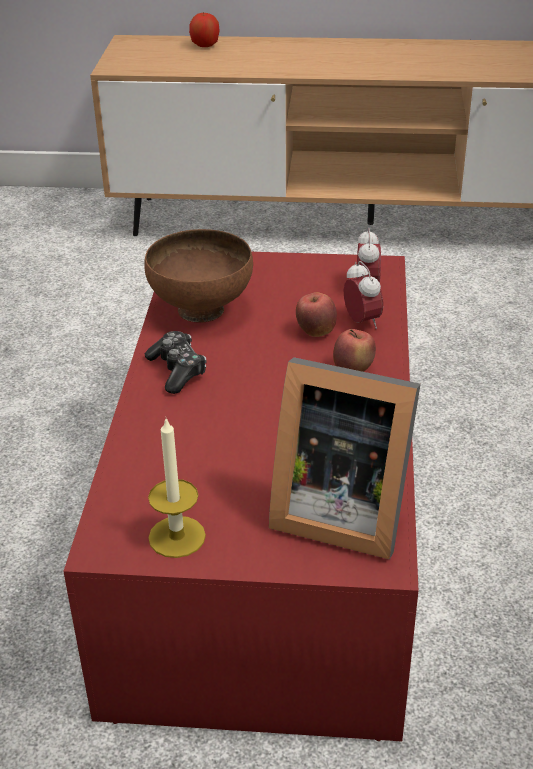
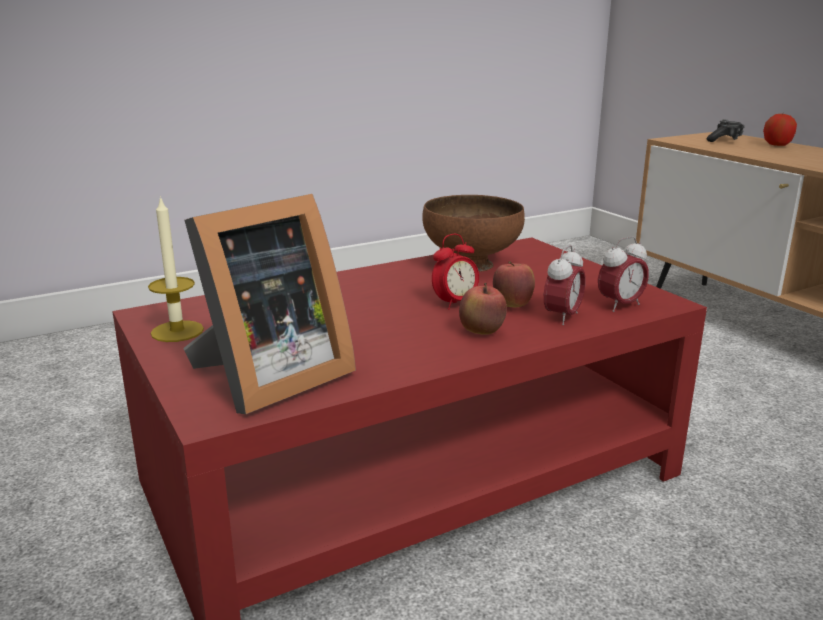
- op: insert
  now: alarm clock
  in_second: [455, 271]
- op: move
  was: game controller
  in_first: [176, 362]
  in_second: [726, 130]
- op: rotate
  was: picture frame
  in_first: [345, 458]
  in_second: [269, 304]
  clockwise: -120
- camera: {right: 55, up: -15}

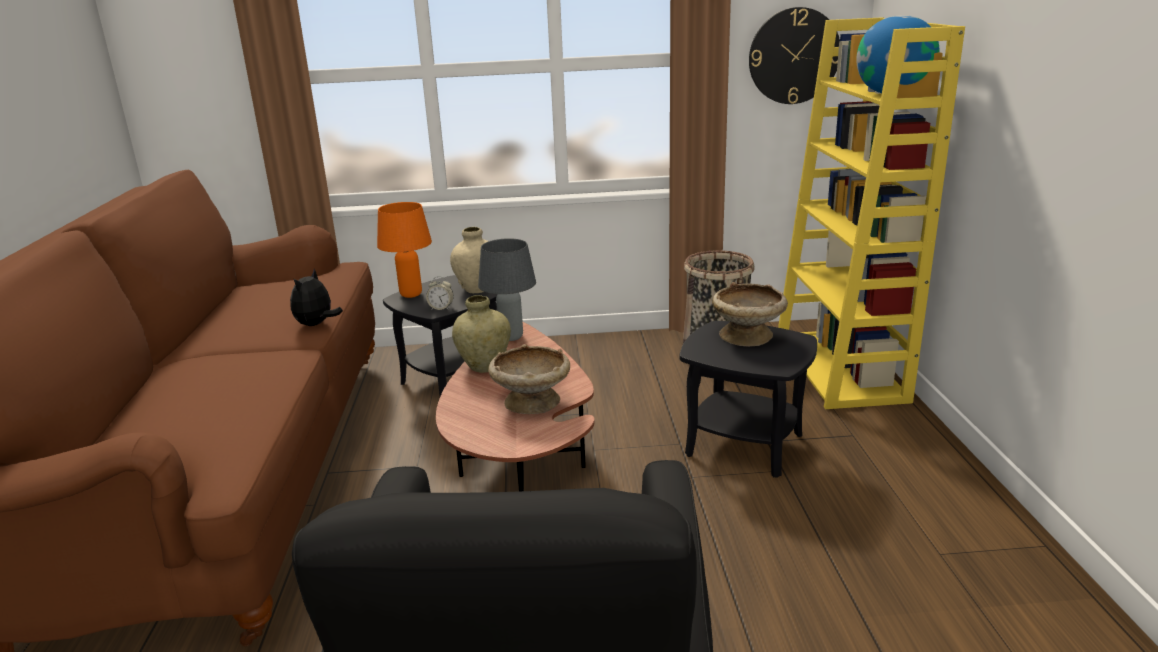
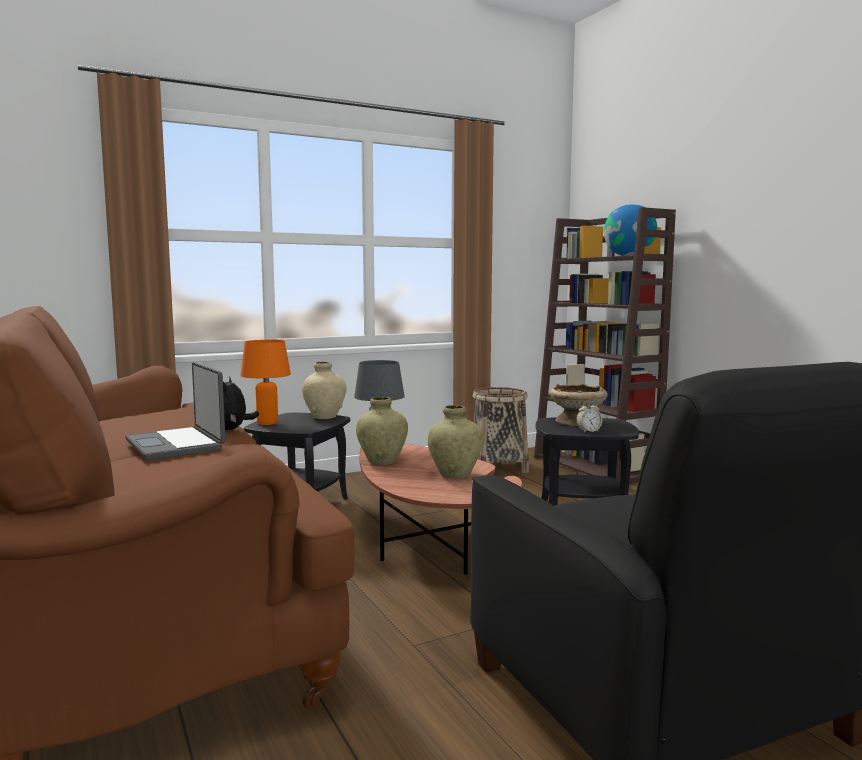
- op: delete
  was: wall clock
  in_first: [794, 55]
- op: insert
  now: laptop
  in_second: [175, 411]
- op: move
  was: alarm clock
  in_first: [440, 293]
  in_second: [589, 416]
- op: replace
  was: beige bowl
  now: beige vase
  in_first: [529, 379]
  in_second: [455, 442]
- op: recolor
  was: yellow bookcase
  now: brown bookcase
  in_first: [871, 213]
  in_second: [605, 345]
- camera: {right: -25, up: -15}

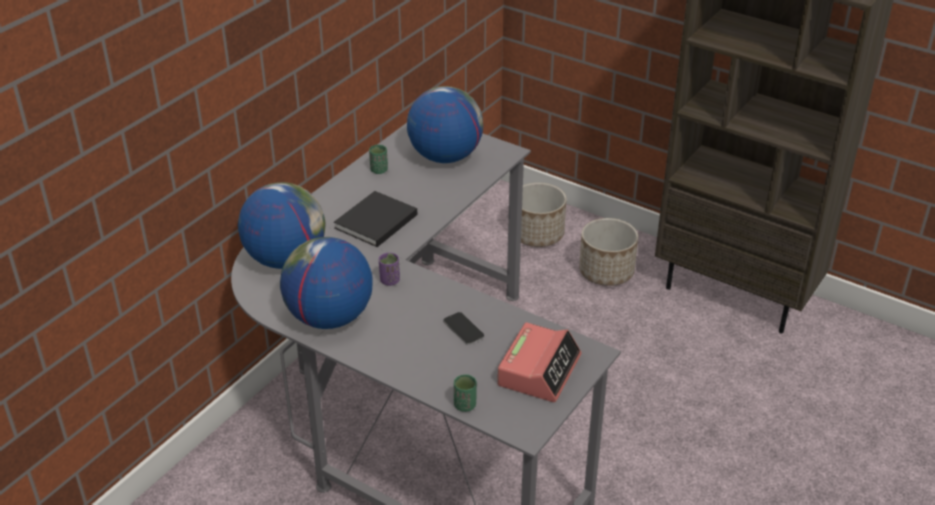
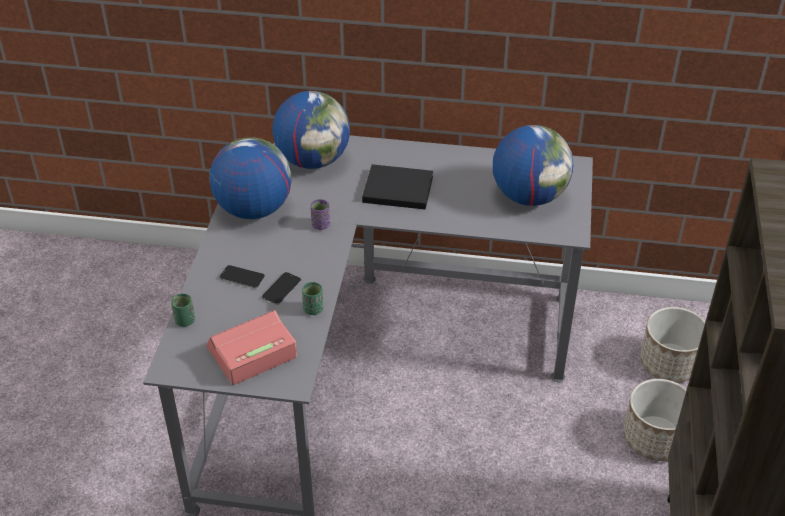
- op: insert
  now: phone
  in_second: [242, 276]
- op: move
  was: green cup
  in_first: [378, 159]
  in_second: [312, 298]
- op: rotate
  was: alarm clock
  in_first: [539, 362]
  in_second: [252, 347]
  clockwise: 150
- camera: {right: 65, up: 5}

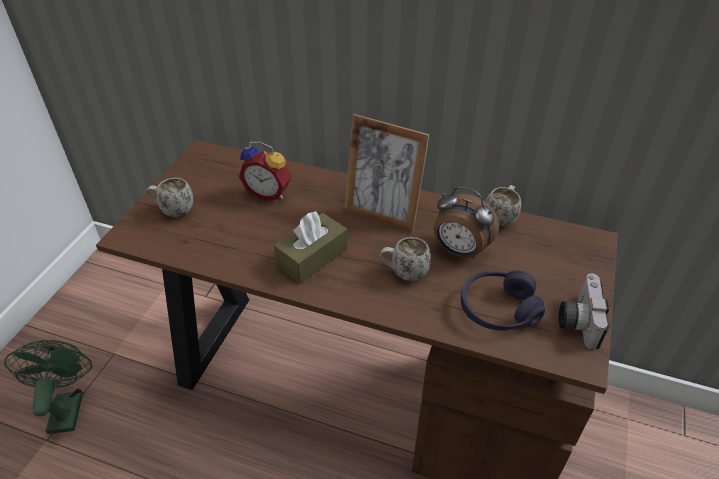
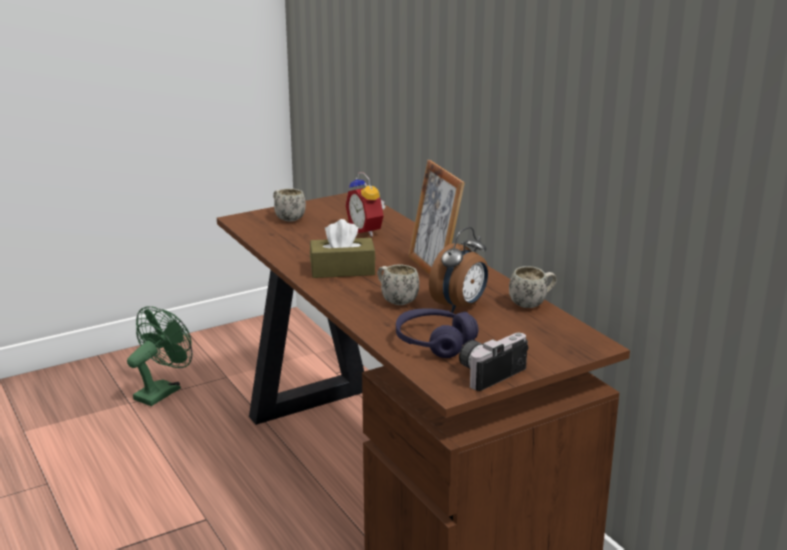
- op: rotate
  was: alarm clock
  in_first: [466, 223]
  in_second: [458, 270]
  clockwise: -120
- camera: {right: 40, up: -20}

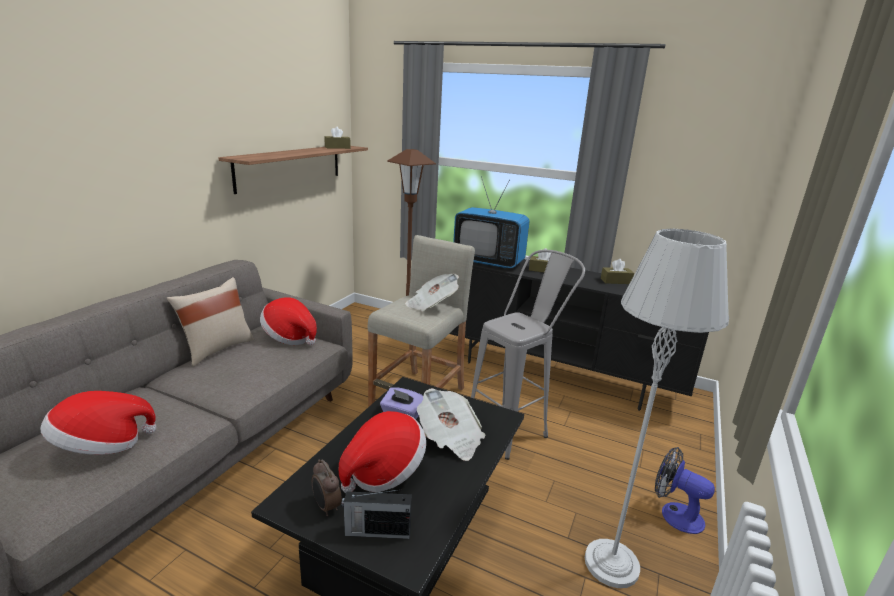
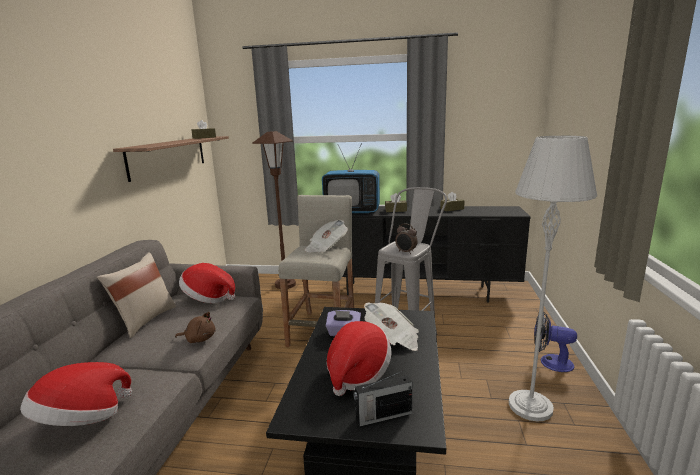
- op: insert
  now: brown plush toy
  in_second: [195, 327]
- op: move
  was: alarm clock
  in_first: [327, 488]
  in_second: [406, 238]
- camera: {right: -15, up: -5}

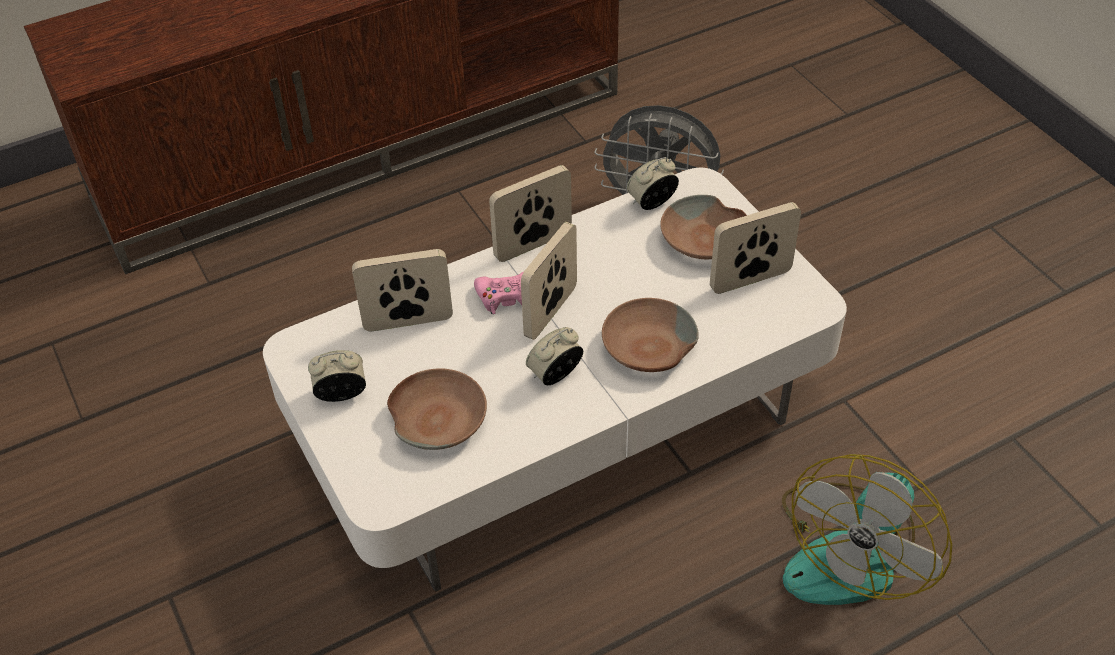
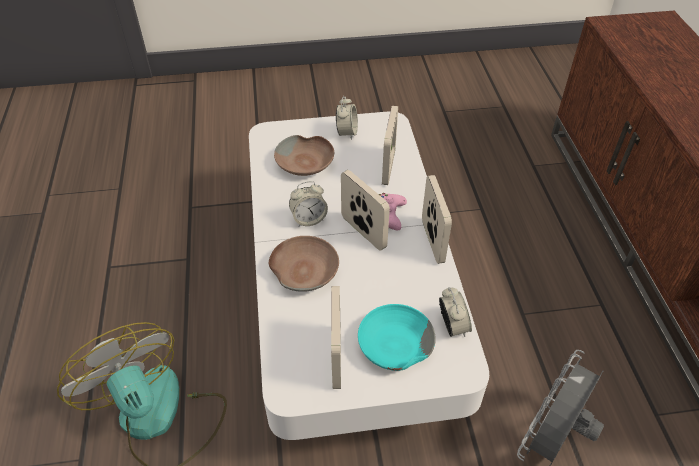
- op: recolor
  was: brown bowl
  now: turquoise bowl
  in_first: [703, 227]
  in_second: [397, 337]
- op: rotate
  was: alarm clock
  in_first: [554, 356]
  in_second: [308, 204]
  clockwise: 90
- camera: {right: 110, up: 0}

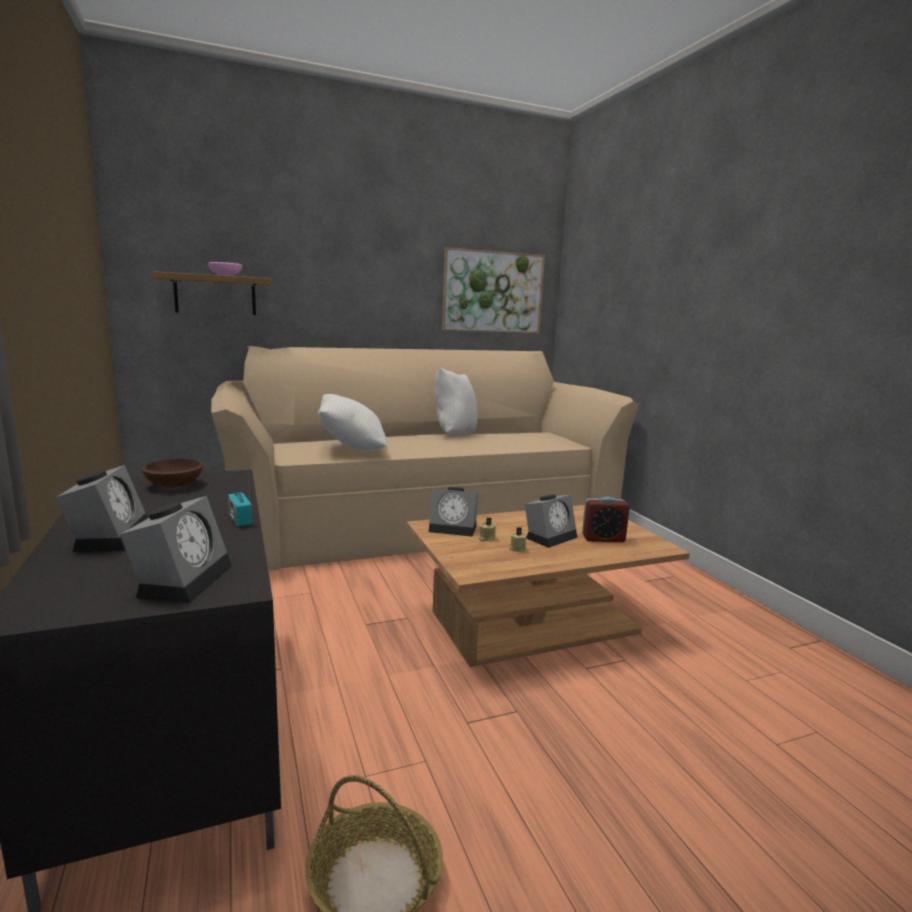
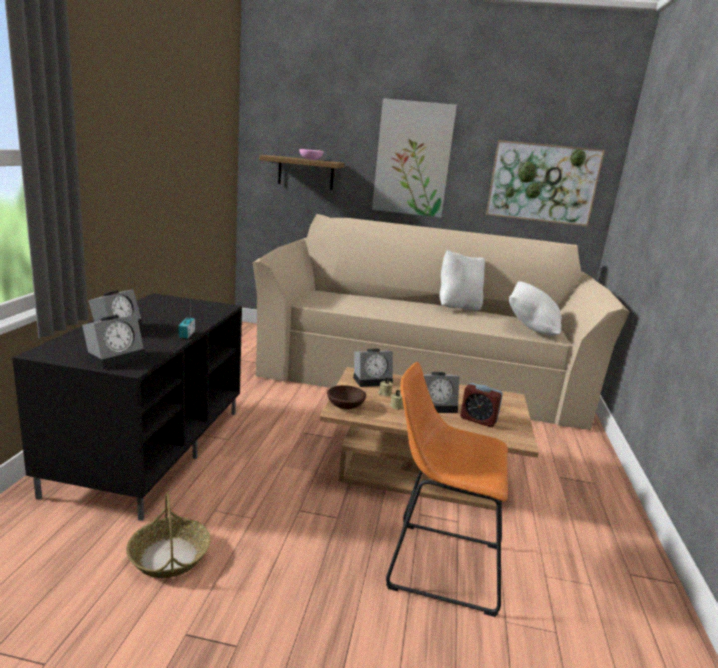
- op: insert
  now: picture
  in_second: [414, 157]
- op: insert
  now: orange stool
  in_second: [447, 489]
- op: move
  was: brown bowl
  in_first: [172, 473]
  in_second: [346, 397]
- op: move
  was: white pillow
  in_first: [352, 422]
  in_second: [535, 308]
- op: rotate
  was: alarm clock
  in_first: [454, 512]
  in_second: [373, 368]
  clockwise: -60
- camera: {right: 30, up: 5}

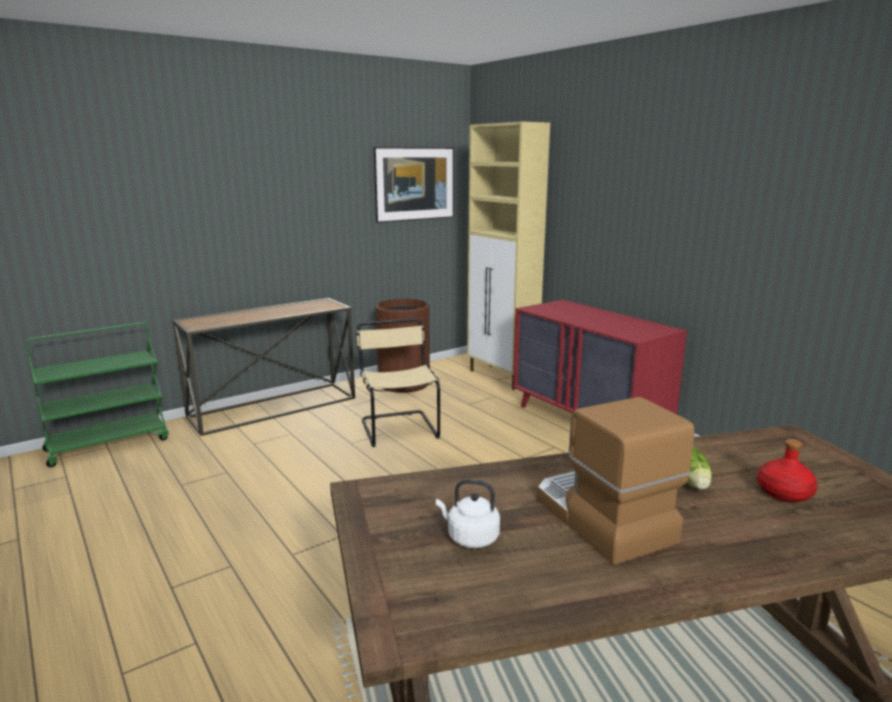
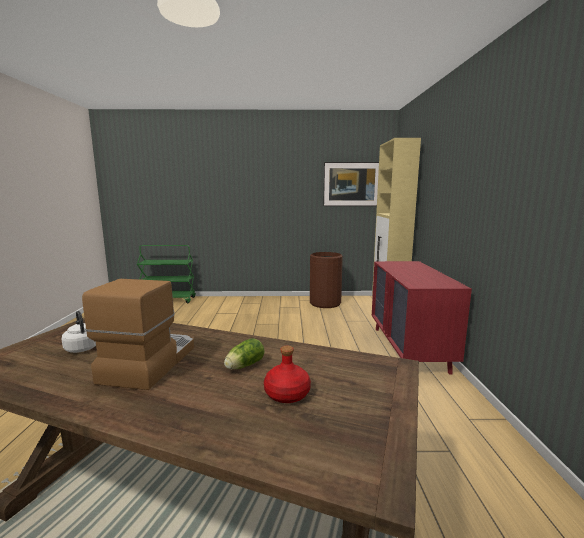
- op: delete
  was: console table
  in_first: [263, 367]
- op: delete
  was: beige chair
  in_first: [398, 382]
- camera: {right: 35, up: -5}

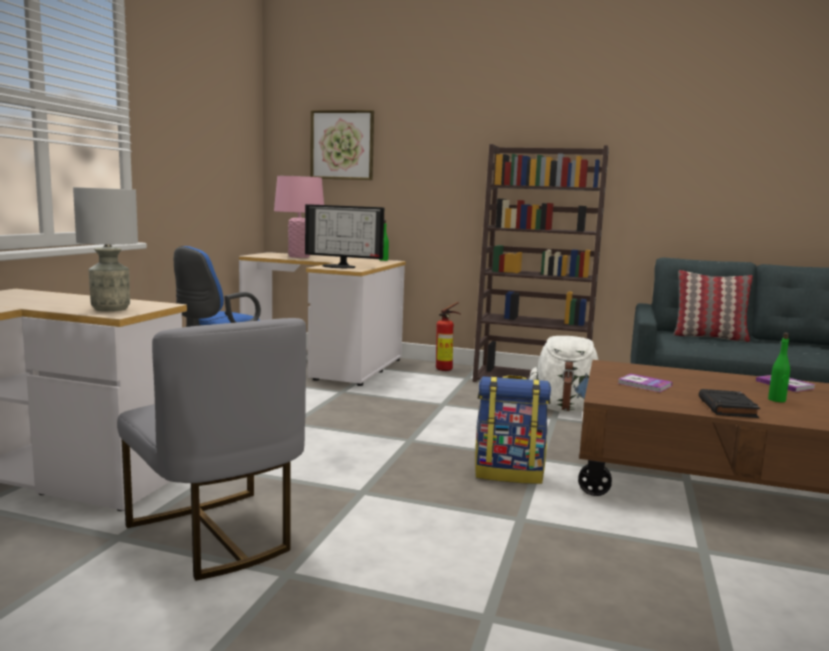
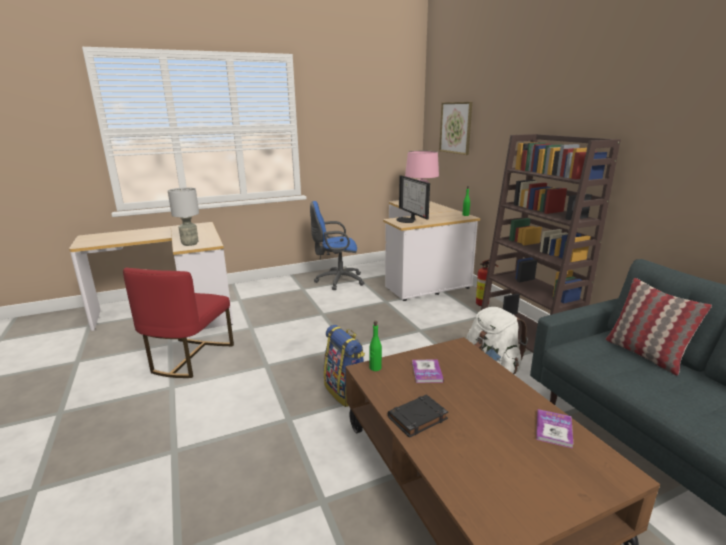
- op: move
  was: green bottle
  in_first: [779, 367]
  in_second: [375, 346]
- op: recolor
  was: grey chair
  now: red chair
  in_first: [211, 449]
  in_second: [178, 323]
- camera: {right: 50, up: 10}

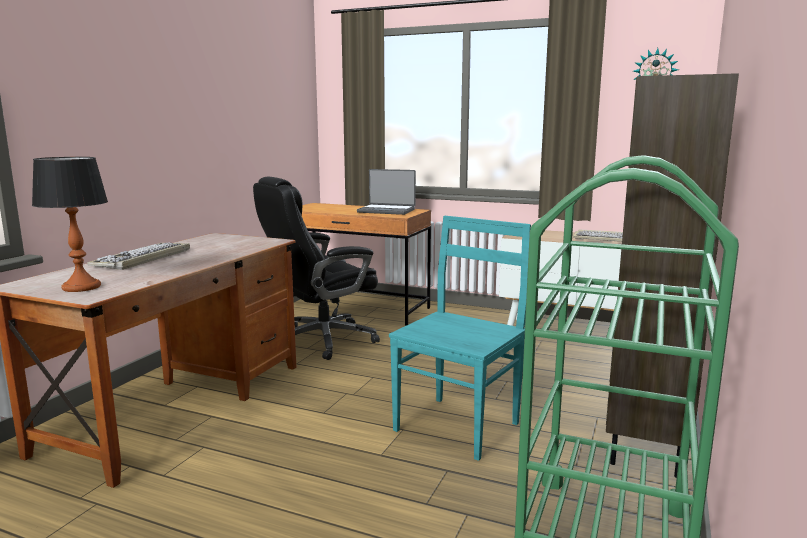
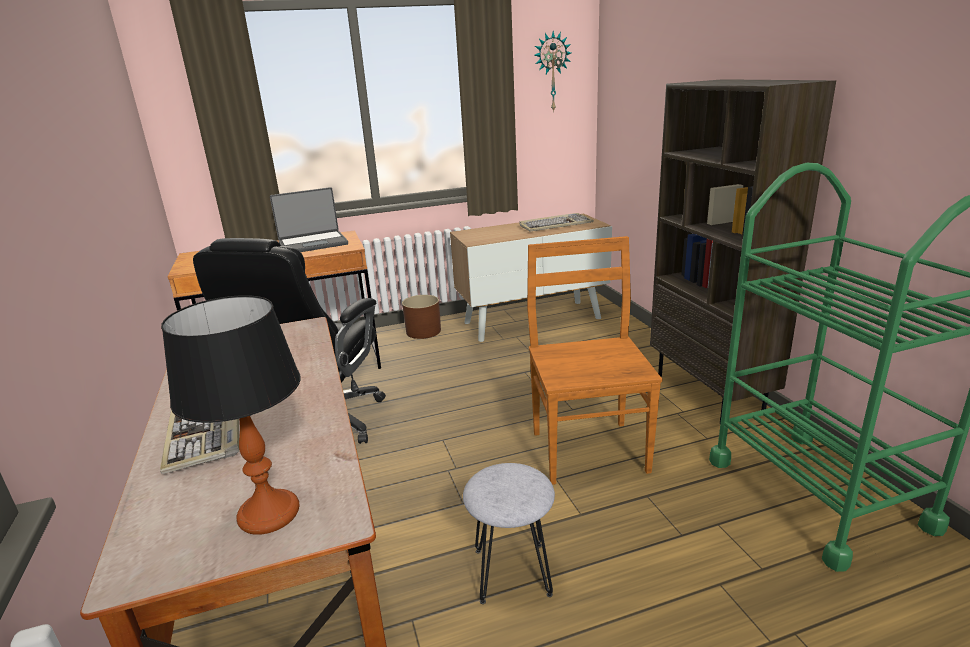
- op: insert
  now: brown planter
  in_second: [421, 317]
- op: insert
  now: grey stool
  in_second: [509, 533]
- op: recolor
  was: turquoise chair
  now: brown chair
  in_first: [460, 338]
  in_second: [594, 360]
- camera: {right: -40, up: 10}

